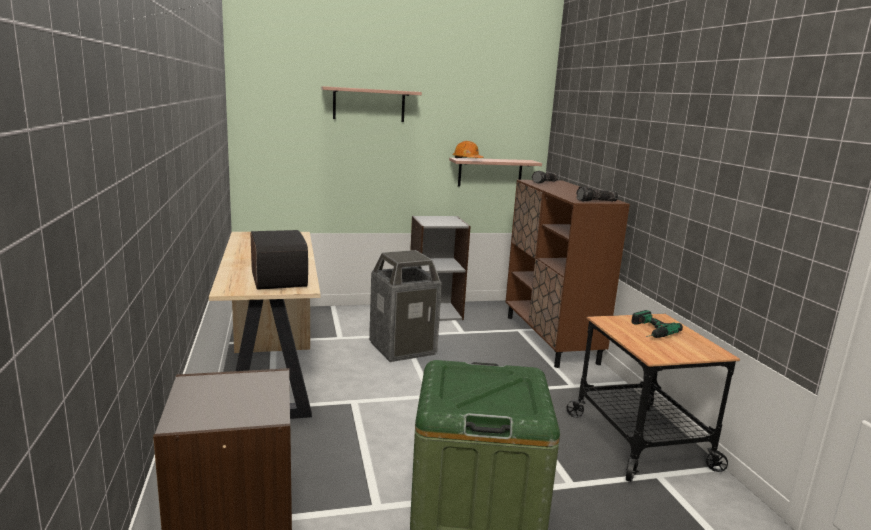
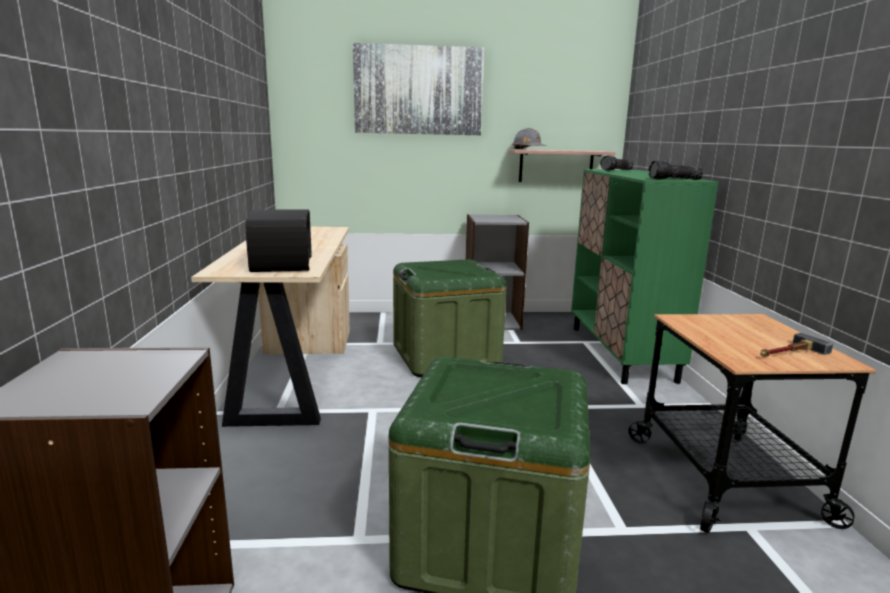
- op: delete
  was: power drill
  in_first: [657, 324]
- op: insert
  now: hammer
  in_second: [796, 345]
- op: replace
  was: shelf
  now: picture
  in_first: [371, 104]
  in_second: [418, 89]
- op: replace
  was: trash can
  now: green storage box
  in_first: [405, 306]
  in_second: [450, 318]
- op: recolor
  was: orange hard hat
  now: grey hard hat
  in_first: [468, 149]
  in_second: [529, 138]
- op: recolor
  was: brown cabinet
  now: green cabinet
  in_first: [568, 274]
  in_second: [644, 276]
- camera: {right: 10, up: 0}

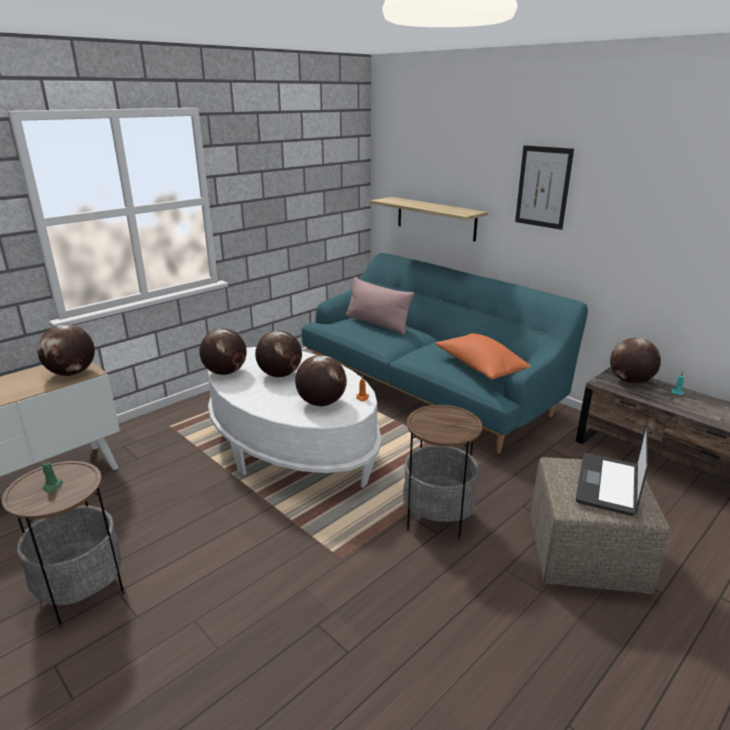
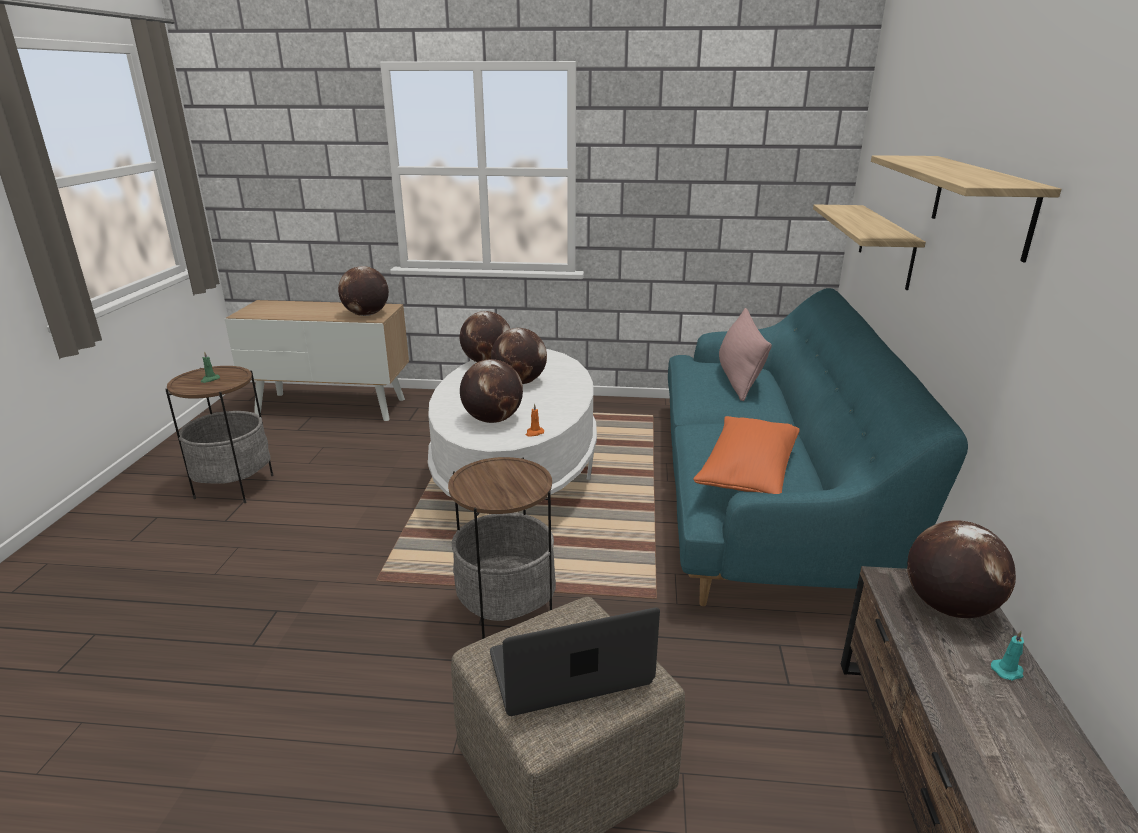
- op: replace
  was: picture
  now: shelf
  in_first: [544, 187]
  in_second: [966, 208]
- camera: {right: 50, up: 0}

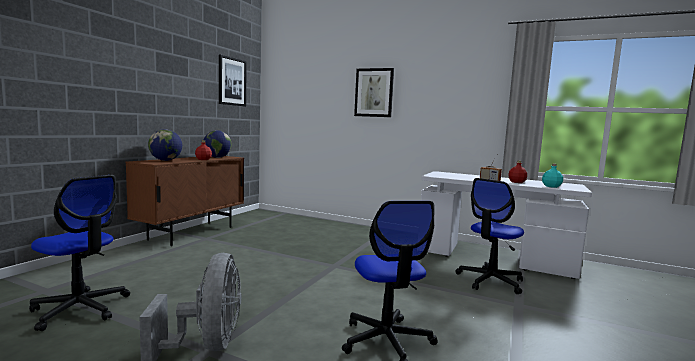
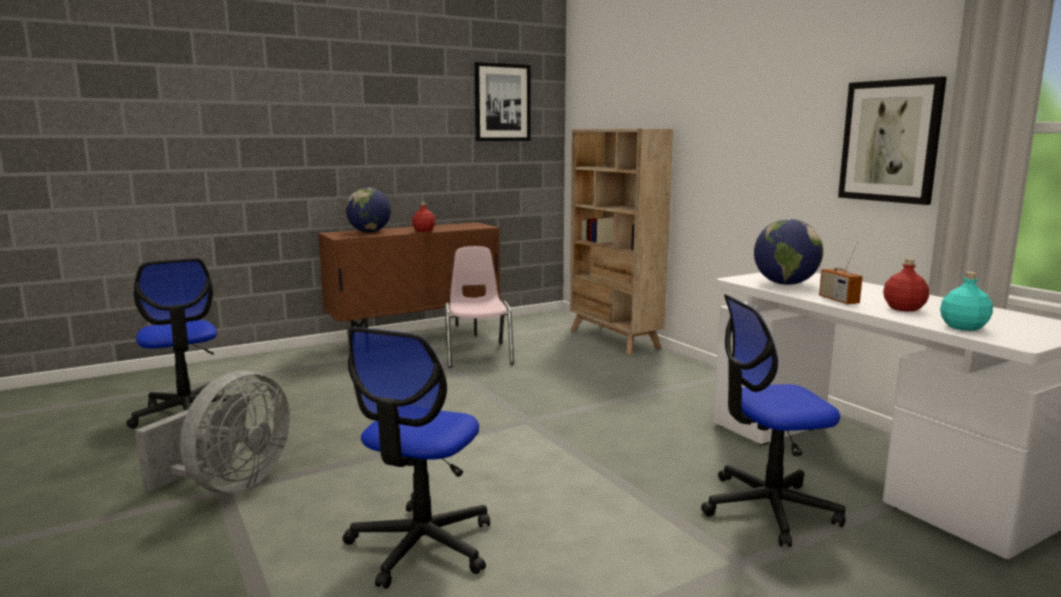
- op: insert
  now: pink chair
  in_second: [479, 307]
- op: insert
  now: beige bookcase
  in_second: [621, 242]
- op: move
  was: globe
  in_first: [218, 144]
  in_second: [788, 252]
- op: move
  was: picture
  in_first: [374, 92]
  in_second: [892, 140]
- camera: {right: 35, up: 5}

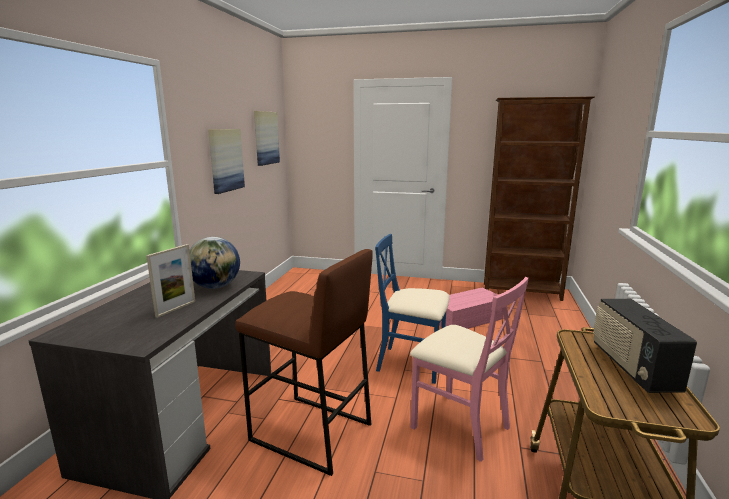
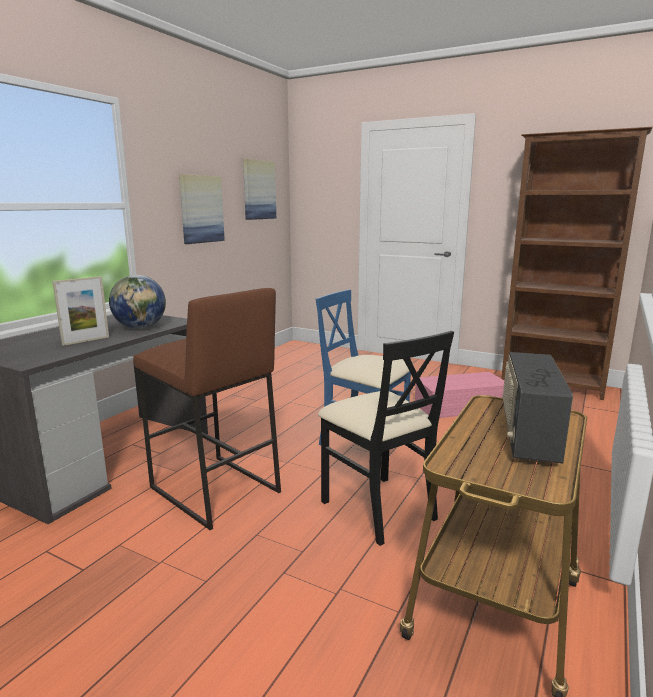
- op: recolor
  was: pink chair
  now: black chair
  in_first: [469, 369]
  in_second: [386, 438]
- camera: {right: 15, up: 0}

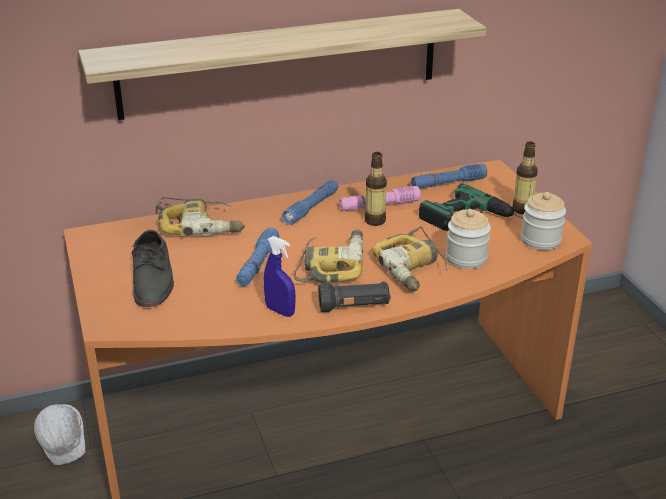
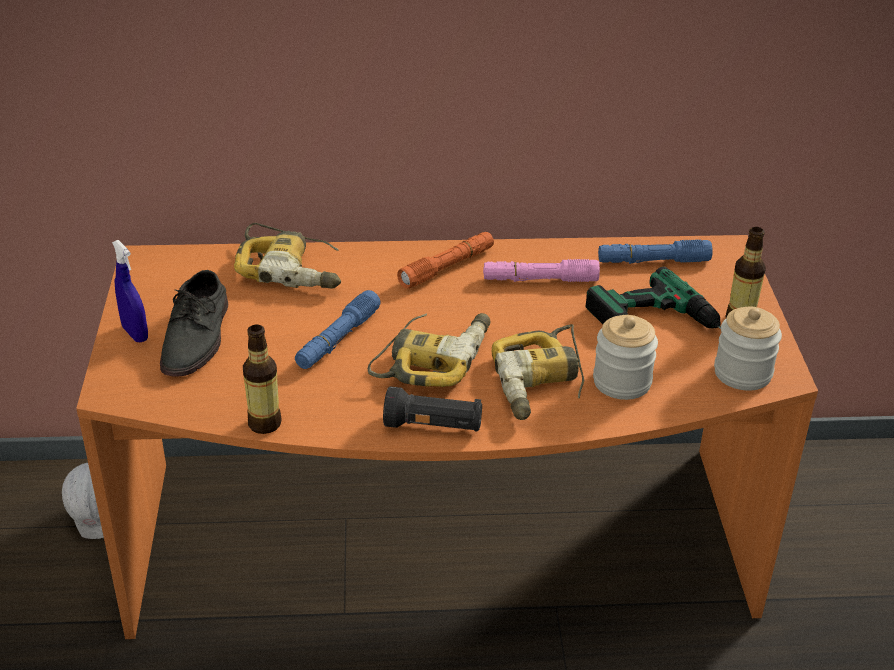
- op: delete
  was: shelf
  in_first: [282, 64]
- op: move
  was: blue spray bottle
  in_first: [280, 276]
  in_second: [130, 291]
- op: move
  was: bottle
  in_first: [376, 189]
  in_second: [262, 379]
- op: recolor
  was: blue flashlight
  now: orange flashlight
  in_first: [310, 202]
  in_second: [445, 260]
- camera: {right: 15, up: 5}

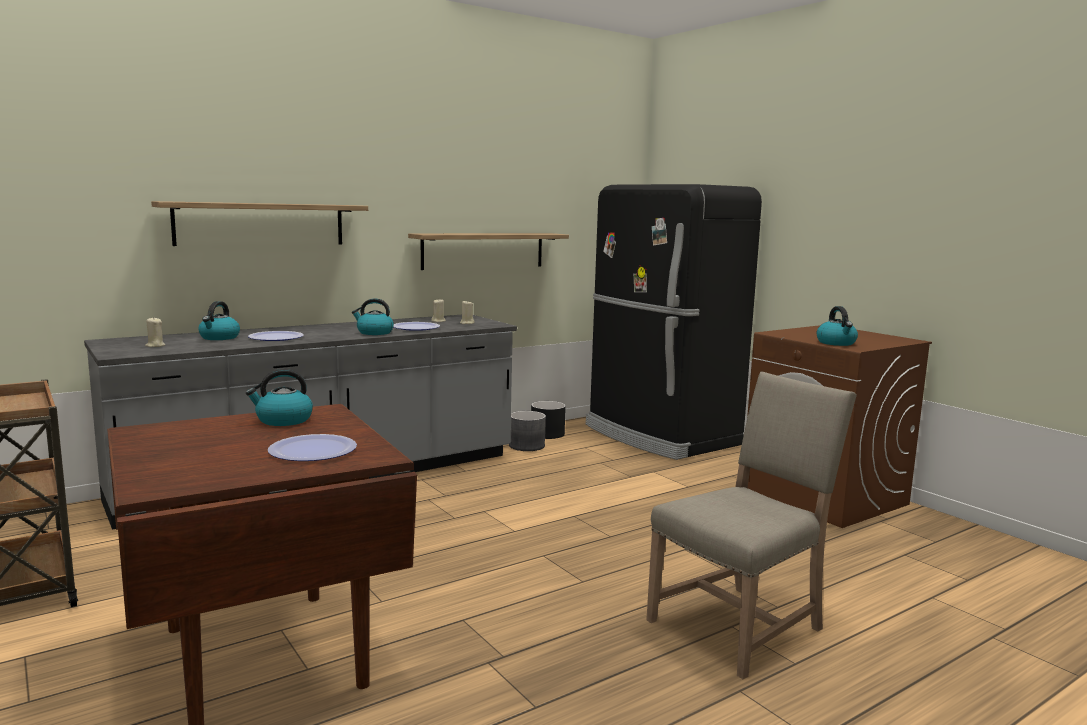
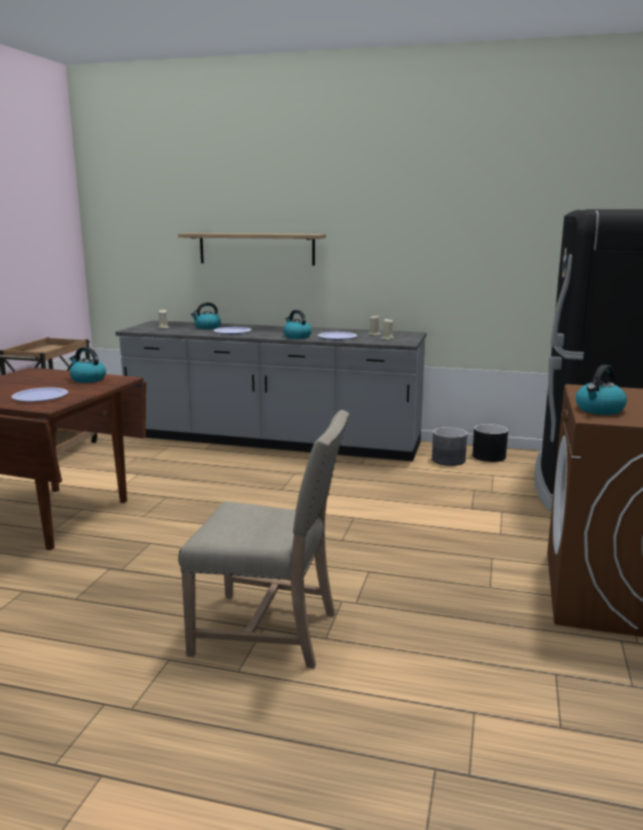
- op: delete
  was: shelf
  in_first: [488, 251]
- camera: {right: 50, up: 5}

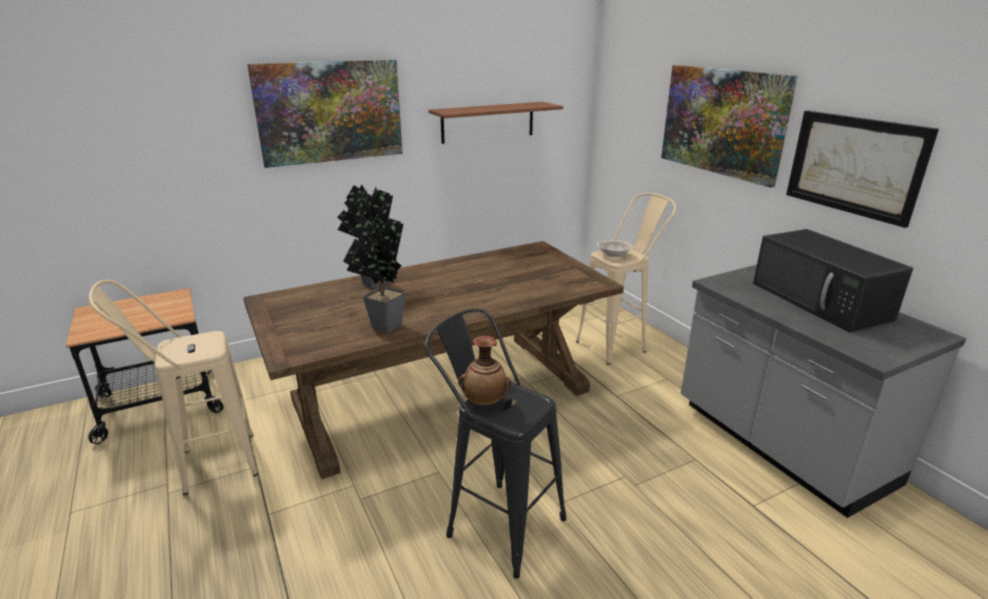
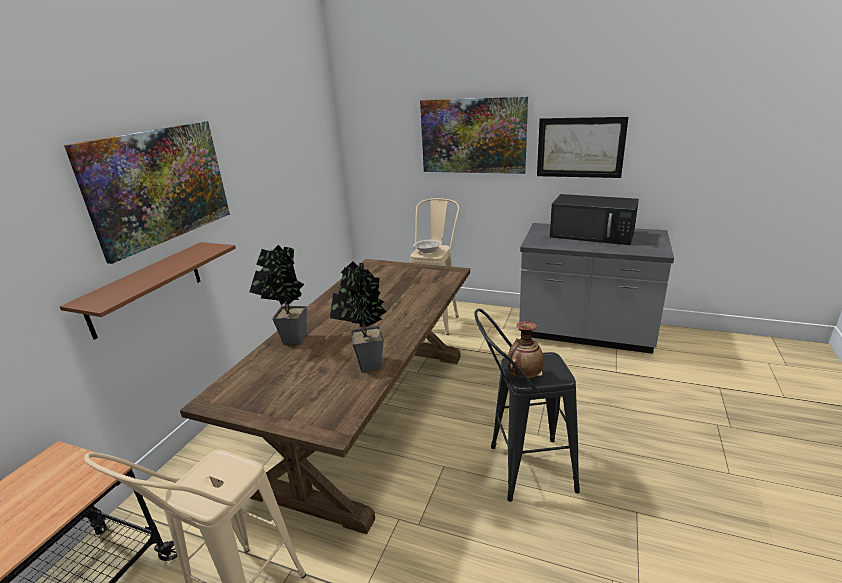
- op: move
  was: brown shelf
  in_first: [495, 123]
  in_second: [148, 291]
- camera: {right: -40, up: 0}

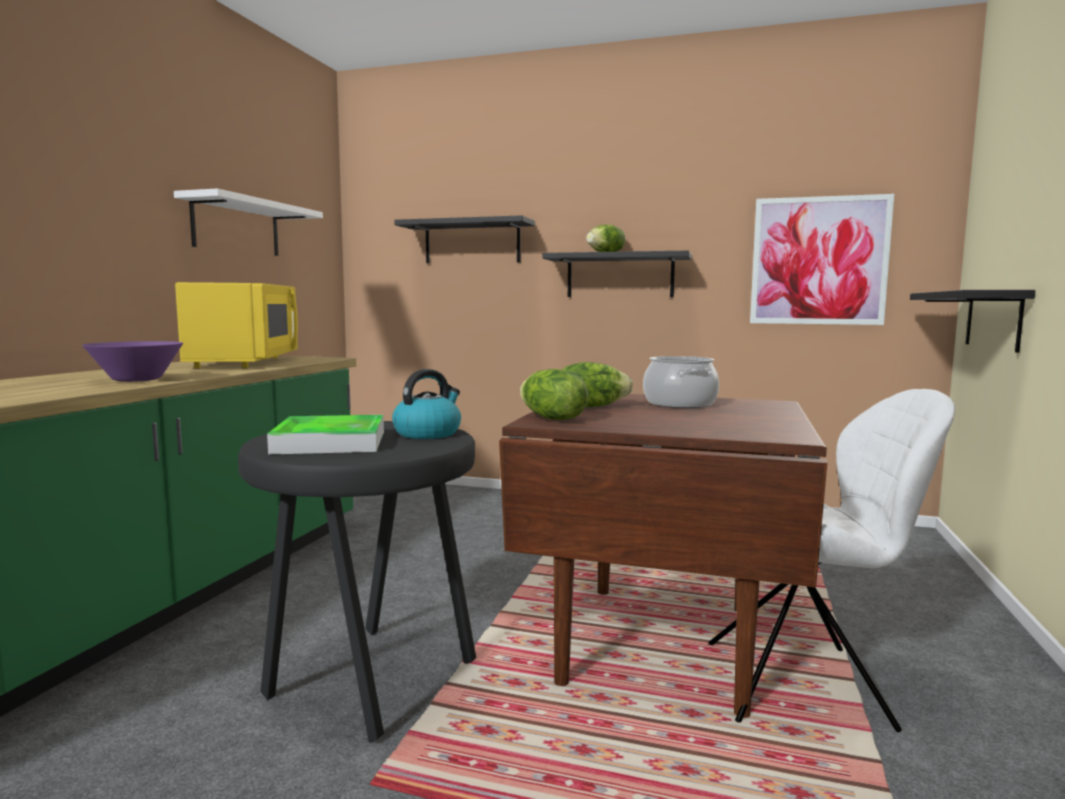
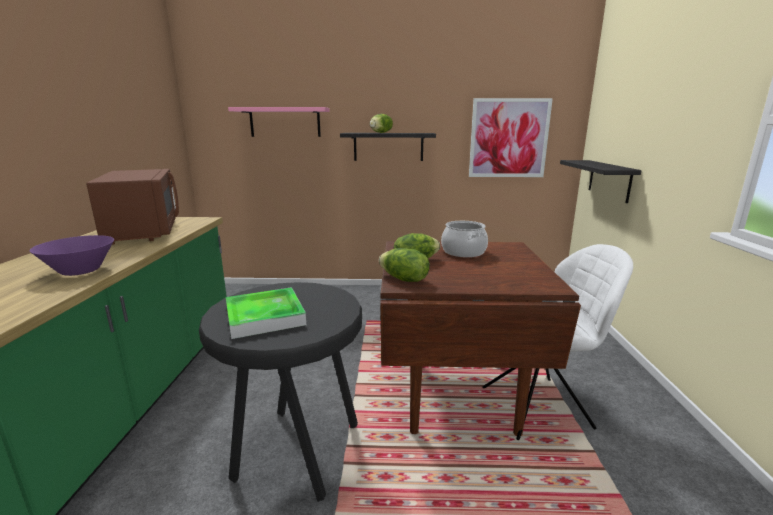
- op: delete
  was: white shelf
  in_first: [248, 222]
- op: delete
  was: kettle
  in_first: [426, 404]
- op: recolor
  was: yellow microwave
  now: brown microwave
  in_first: [236, 325]
  in_second: [132, 207]
- op: recolor
  was: black shelf
  now: pink shelf
  in_first: [464, 239]
  in_second: [279, 122]
- camera: {right: -15, up: 10}

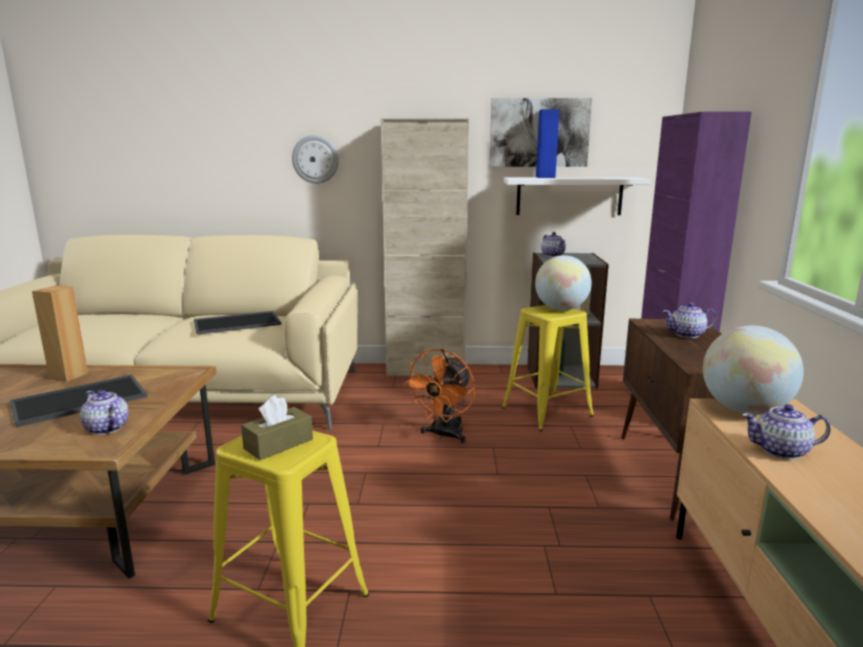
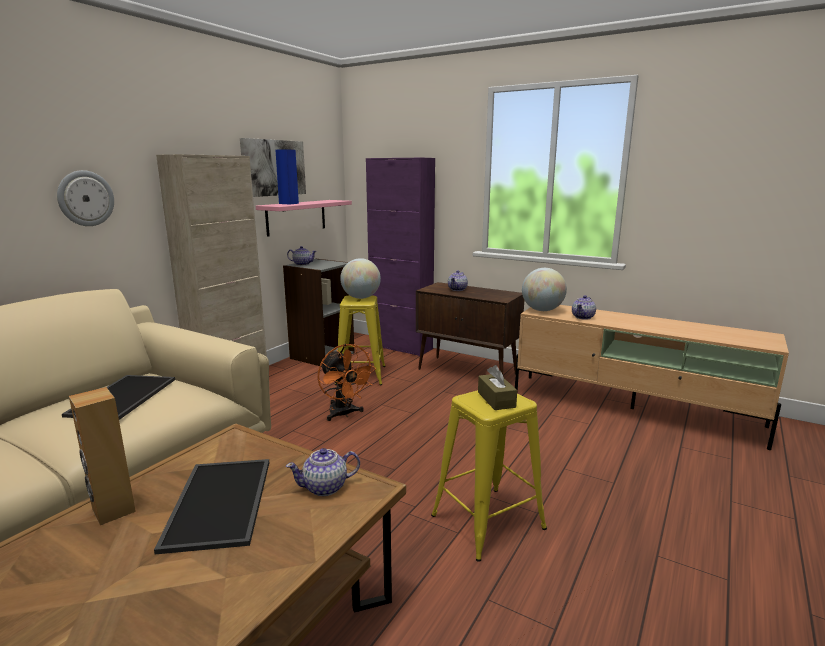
- op: recolor
  was: white shelf
  now: pink shelf
  in_first: [577, 196]
  in_second: [304, 218]
- camera: {right: -60, up: 0}

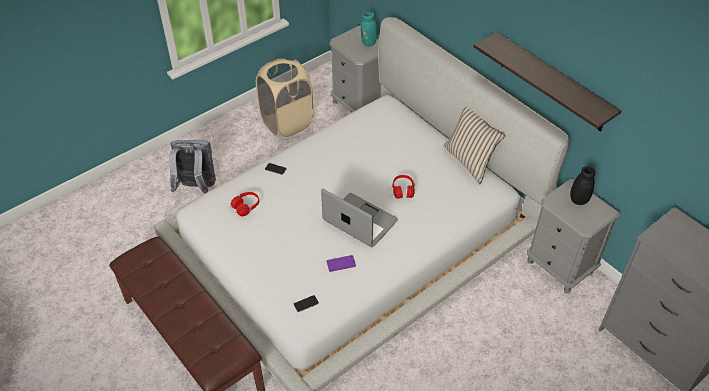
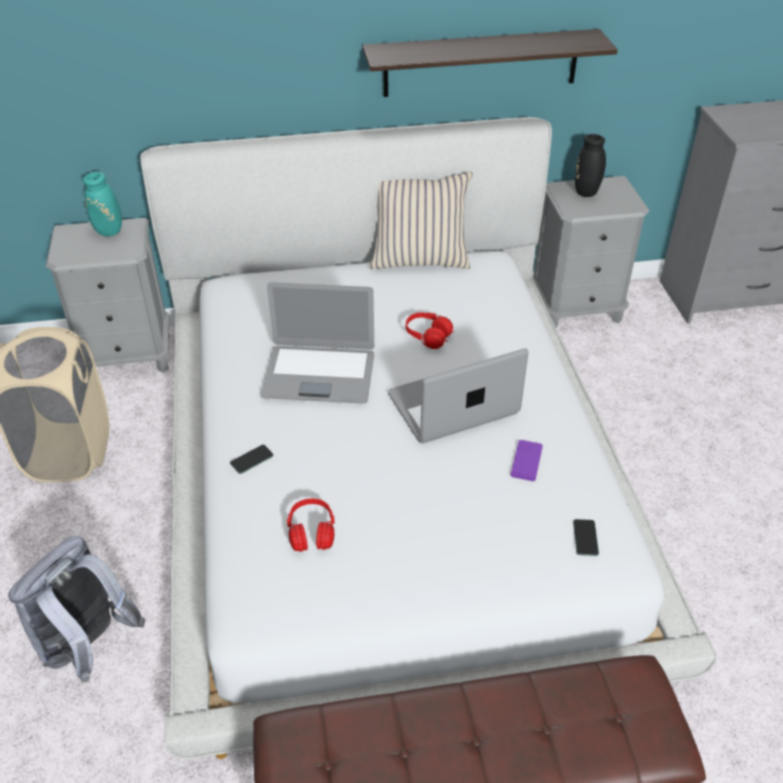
- op: insert
  now: laptop
  in_second: [317, 343]
- camera: {right: -60, up: -5}

